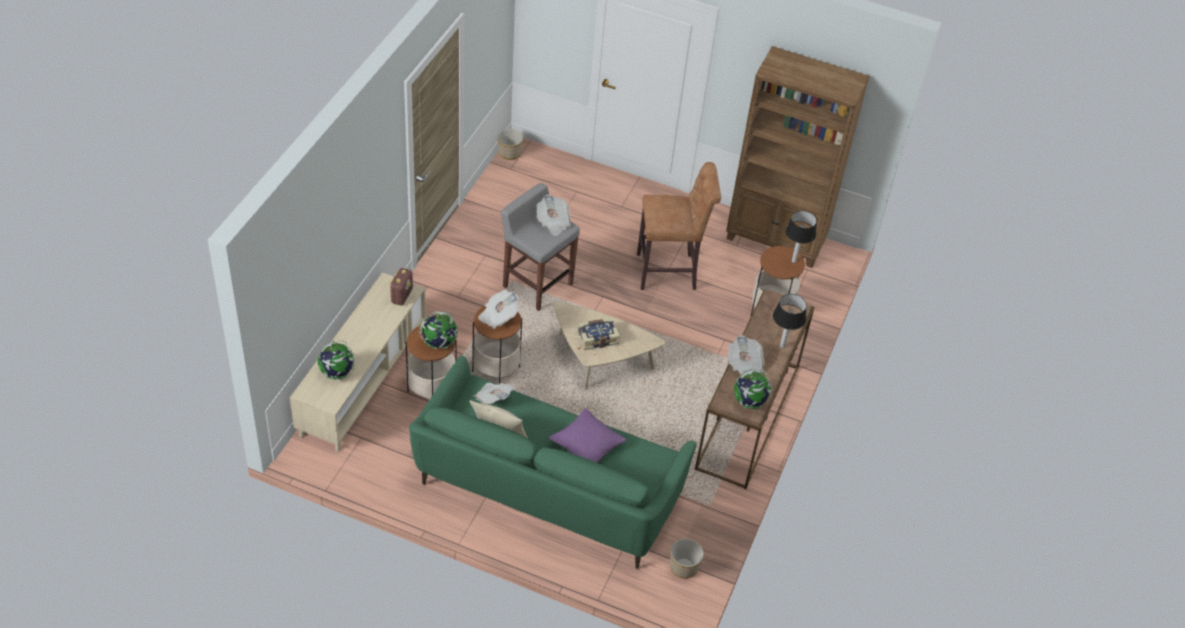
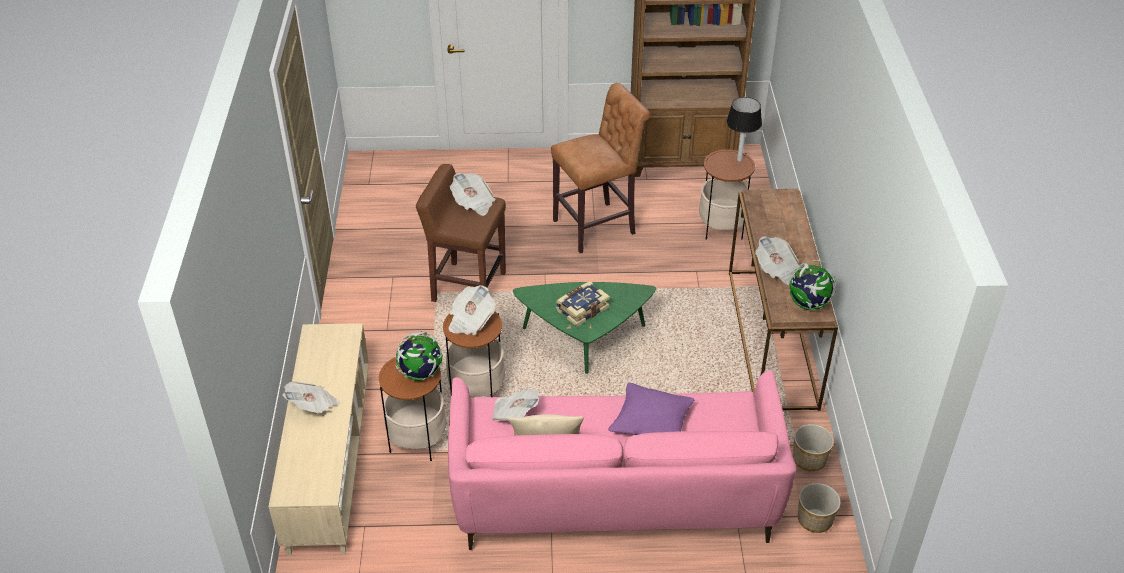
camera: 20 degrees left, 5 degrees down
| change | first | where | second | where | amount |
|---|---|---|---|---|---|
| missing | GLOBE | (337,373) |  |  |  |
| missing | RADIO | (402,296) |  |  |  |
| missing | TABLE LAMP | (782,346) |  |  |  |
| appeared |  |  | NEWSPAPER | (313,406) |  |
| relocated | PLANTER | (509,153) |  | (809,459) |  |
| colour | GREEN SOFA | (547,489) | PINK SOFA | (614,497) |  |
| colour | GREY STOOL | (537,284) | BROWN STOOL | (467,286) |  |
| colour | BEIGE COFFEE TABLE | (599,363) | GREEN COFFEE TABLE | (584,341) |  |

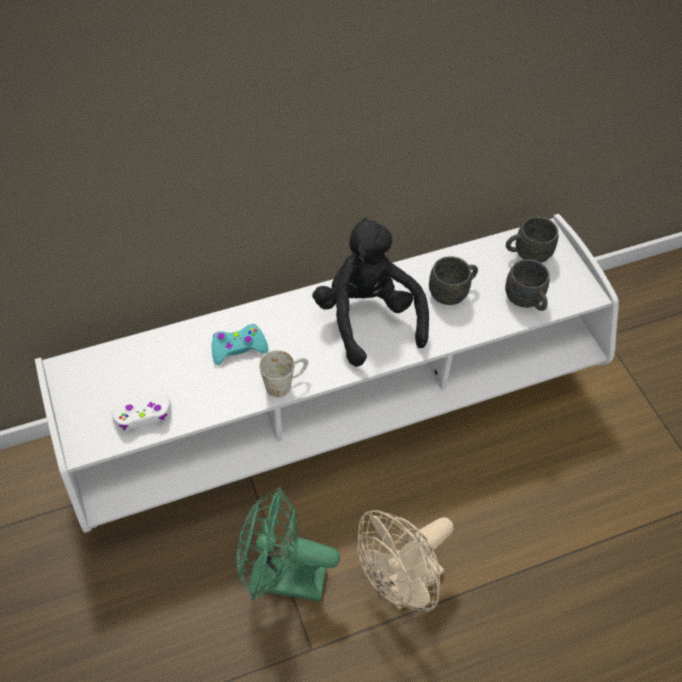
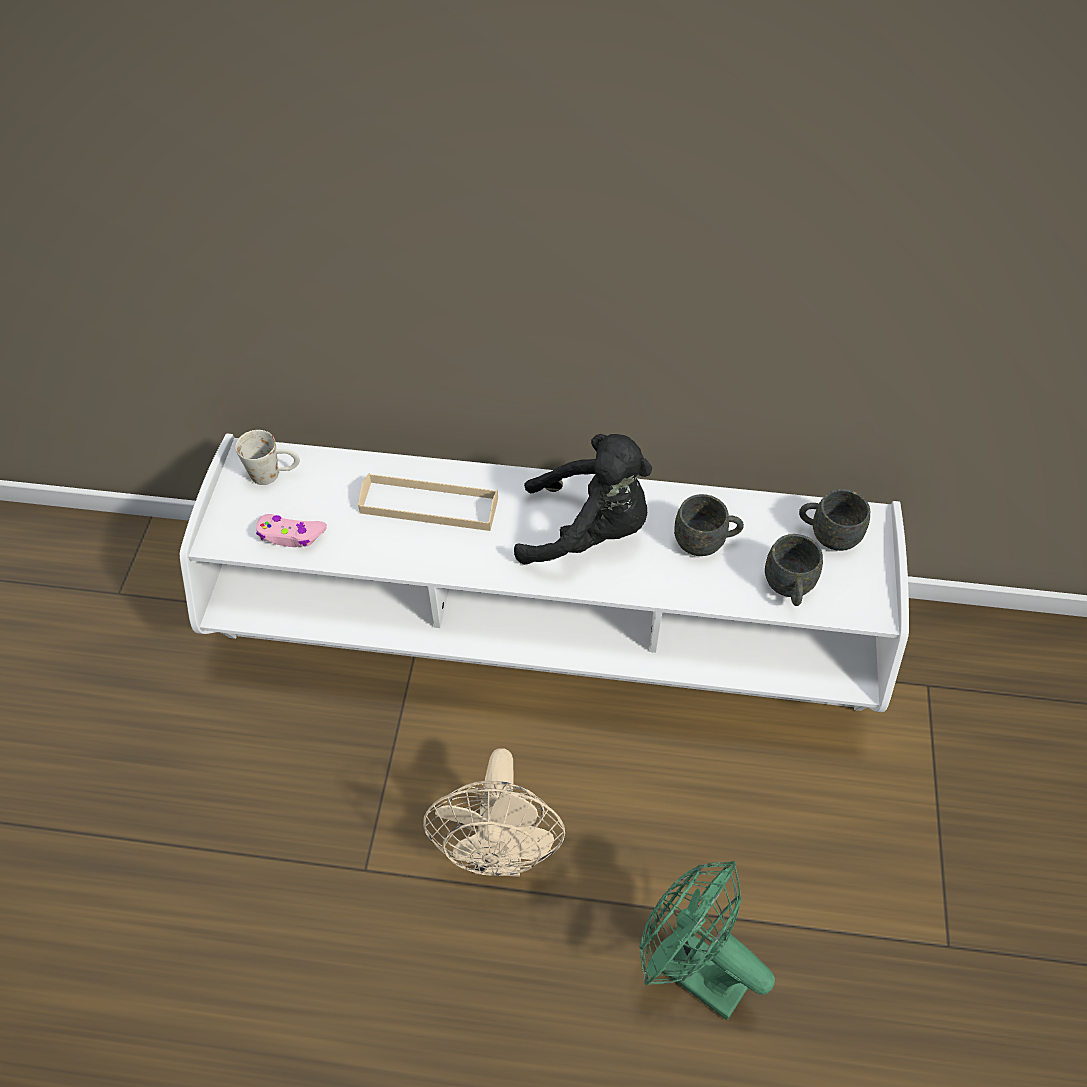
camera: 30 degrees right, 0 degrees up
| change | first | where | second | where | amount |
|---|---|---|---|---|---|
| relocated | GREEN FAN | (282,579) |  | (691,967) |  |
| relocated | WHITE MUG | (285,383) |  | (274,474) |  |
| exchanged | TURQUOISE GAME CONTROLLER | (238,348) | BEIGE TRAY | (429,505) |  |
| colour | WHITE GAME CONTROLLER | (143,416) | PINK GAME CONTROLLER | (291,535) |  |
| spun | BLACK PLUSH TOY | (368,318) |  | (588,531) | 90 degrees clockwise |
| spun | BEIGE FAN | (401,586) |  | (500,853) | 75 degrees counterclockwise |

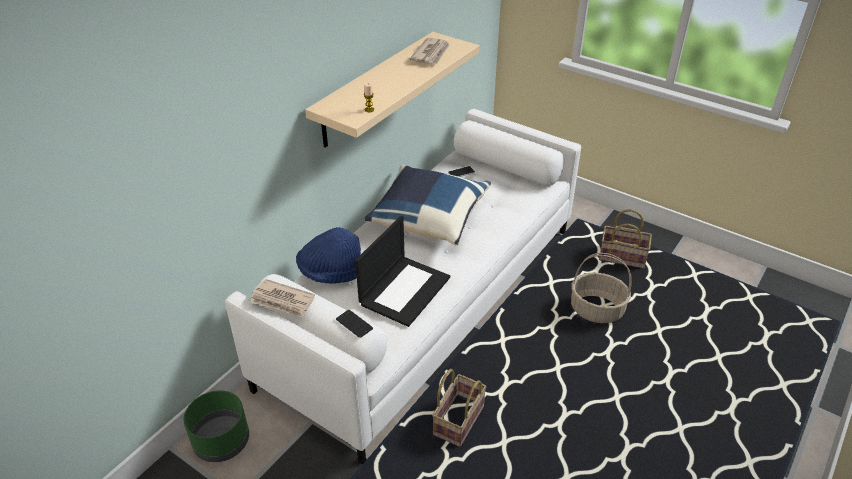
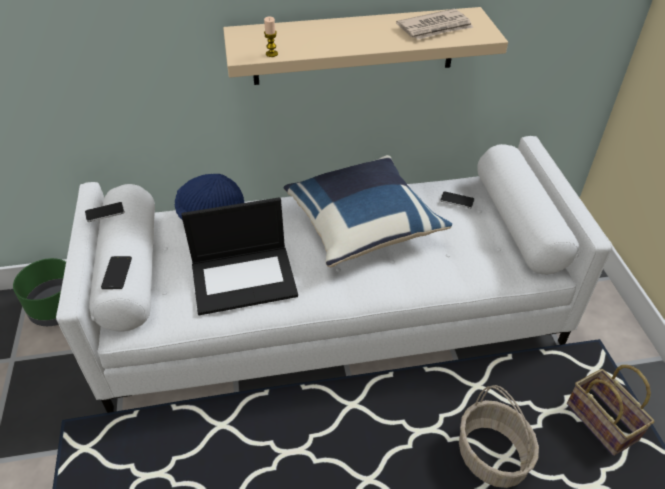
camera: 45 degrees right, 5 degrees up
| change | first | where | second | where | amount |
|---|---|---|---|---|---|
| missing | BASKET | (458,419) |  |  |  |
| exchanged | NEWSPAPER | (283,301) | PHONE | (105,212) |  |

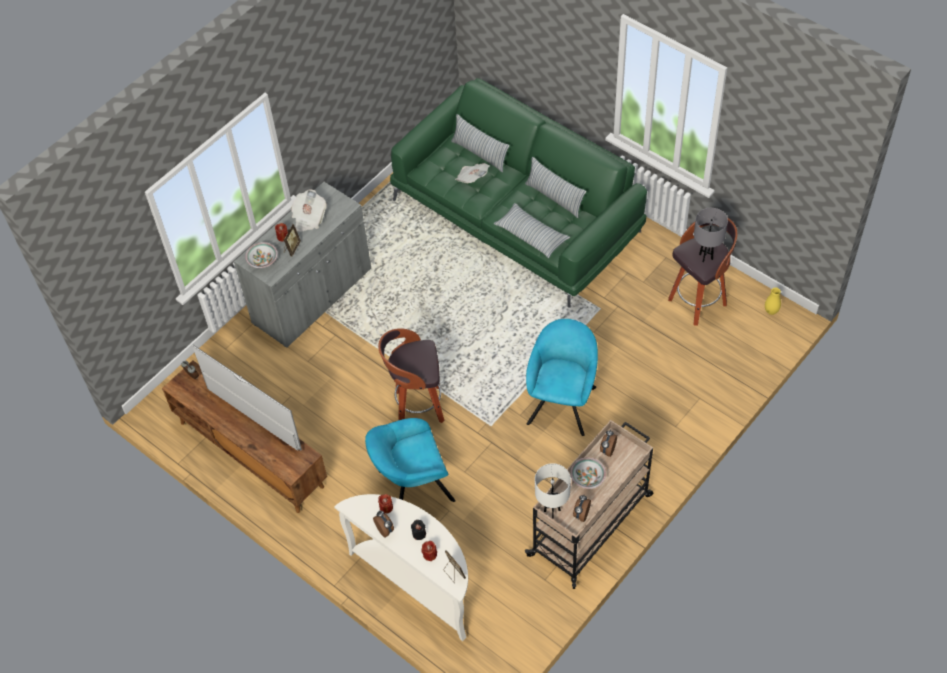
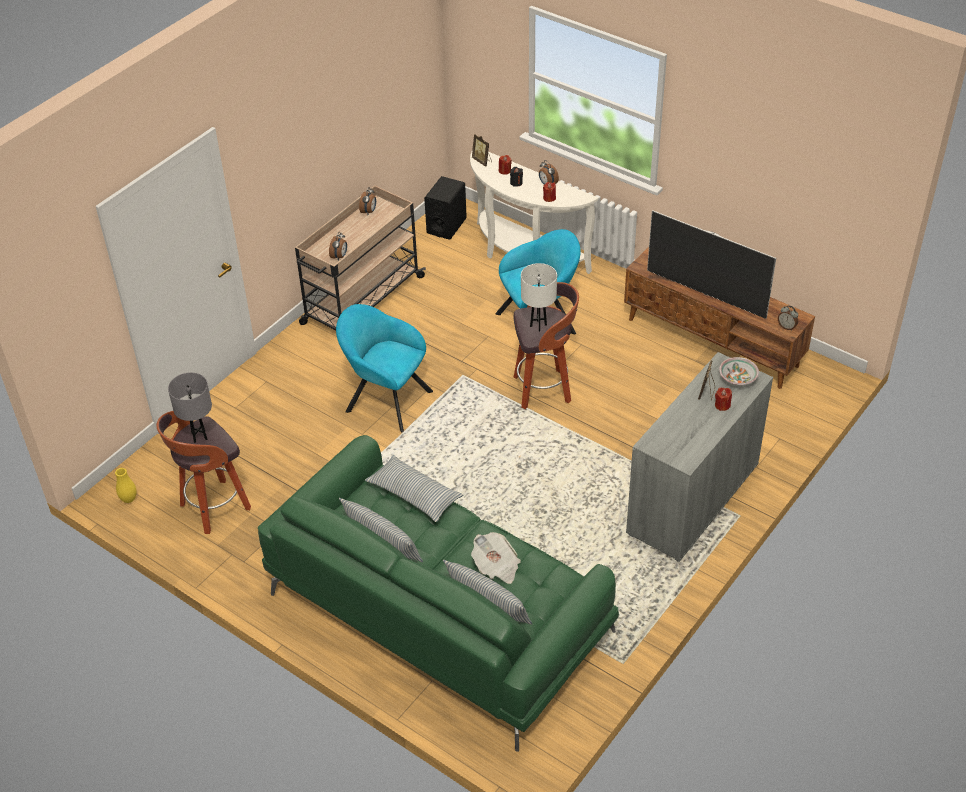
camera: 175 degrees right, 10 degrees down
| change | first | where | second | where | amount |
|---|---|---|---|---|---|
| missing | NEWSPAPER | (308,218) |  |  |  |
| missing | BOWL | (587,477) |  |  |  |
| appeared |  |  | BLACK SPEAKER | (446,226) |  |
| relocated | WHITE TABLE LAMP | (552,511) |  | (538,325) |  |
| spun | TURQUOISE ARMCHAIR | (562,401) |  | (385,399) | 105 degrees clockwise |

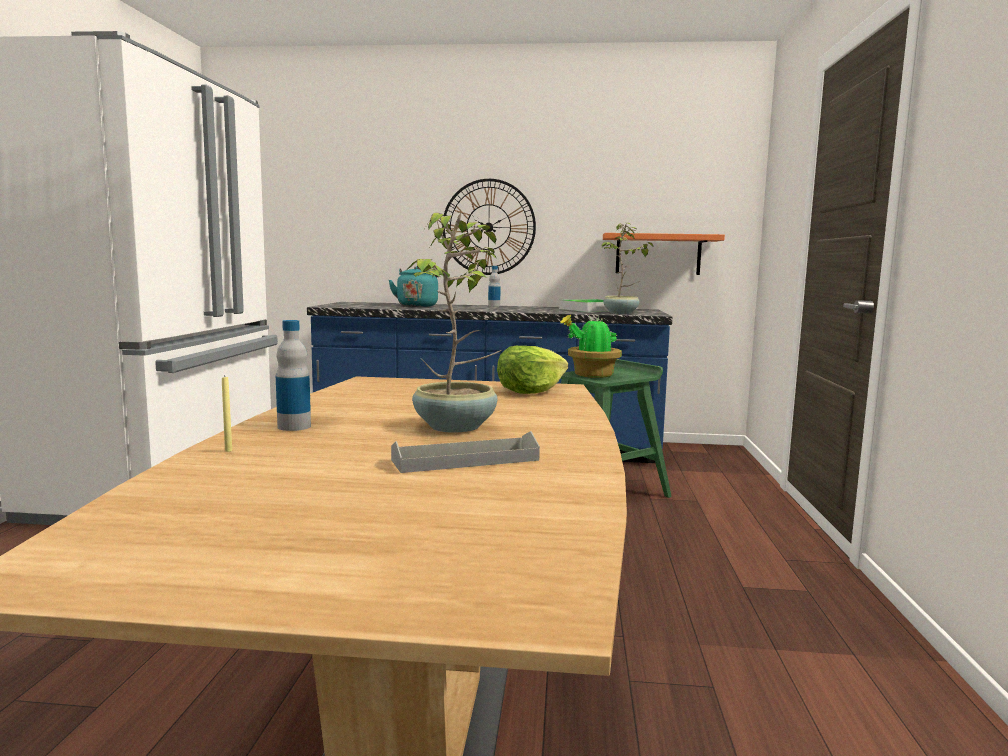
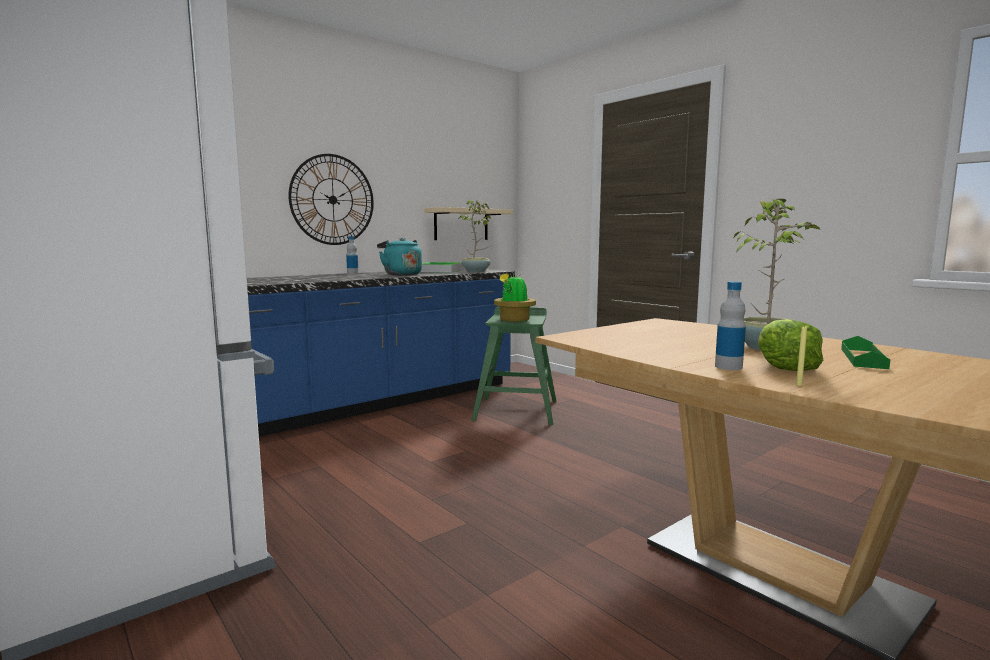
camera: 45 degrees left, 0 degrees up
| change | first | where | second | where | amount |
|---|---|---|---|---|---|
| relocated | TURQUOISE KETTLE | (417,306) |  | (401,274) |  |
| relocated | LETTUCE | (530,391) |  | (784,366) |  |
| colour | GREY TRAY | (465,460) | GREEN TRAY | (863,358) |  |
| colour | ORANGE SHELF | (658,254) | BEIGE SHELF | (461,224) |  |

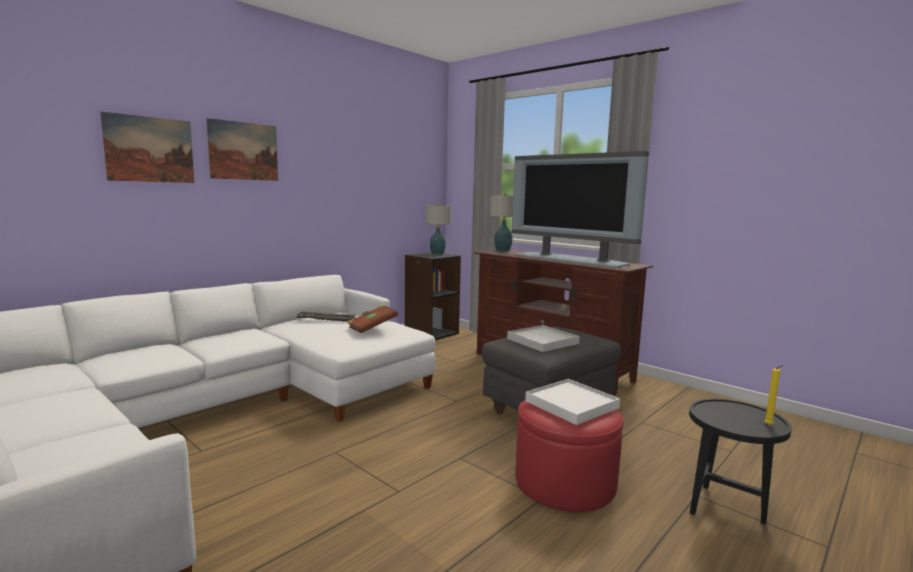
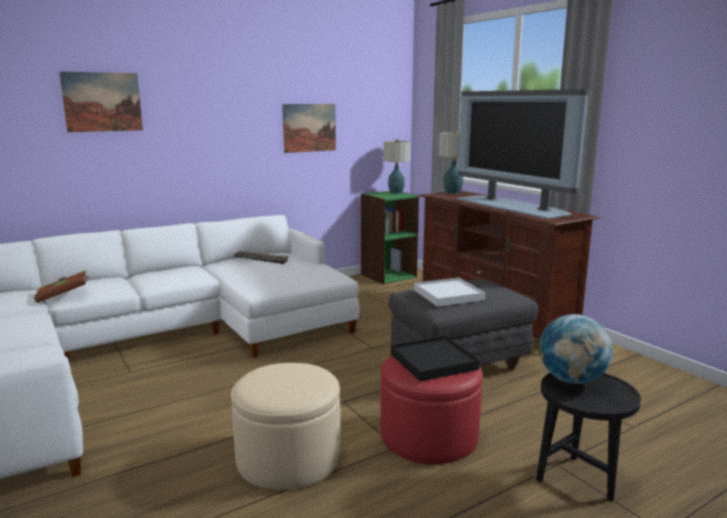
camera: 15 degrees right, 5 degrees up
| change | first | where | second | where | amount |
|---|---|---|---|---|---|
| missing | YELLOW CANDLE | (769,425) |  |  |  |
| appeared |  |  | BEIGE OTTOMAN | (288,458) |  |
| appeared |  |  | GLOBE | (571,380) |  |
| relocated | PICTURE | (243,151) |  | (309,128) |  |
| relocated | BROWN BOOK | (372,328) |  | (63,296) |  |
| colour | BLACK BOOKCASE | (431,333) | GREEN BOOKCASE | (388,275) |  |
| colour | WHITE TRAY | (571,404) | BLACK TRAY | (433,362) |  |

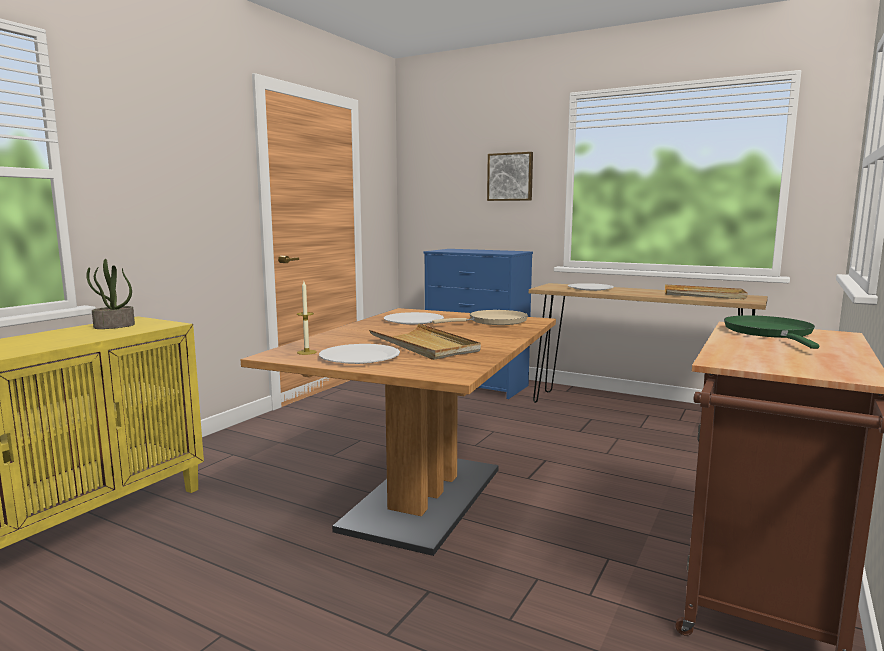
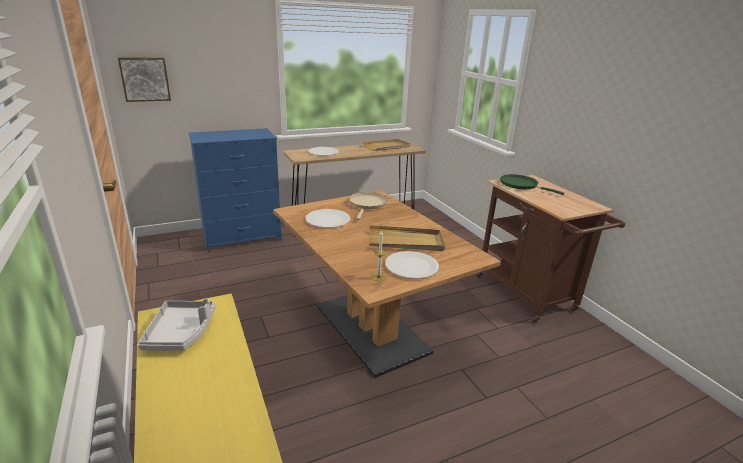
camera: 55 degrees left, 15 degrees up
| change | first | where | second | where | amount |
|---|---|---|---|---|---|
| relocated | PICTURE | (510,177) |  | (145,79) |  |
| exchanged | POTTED PLANT | (114,326) | GREY TRAY | (181,332) |  |

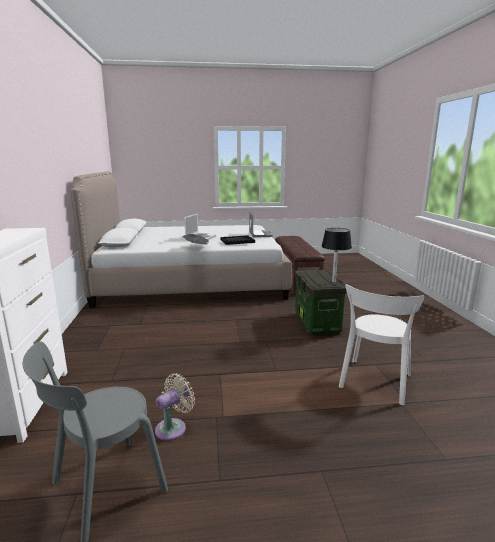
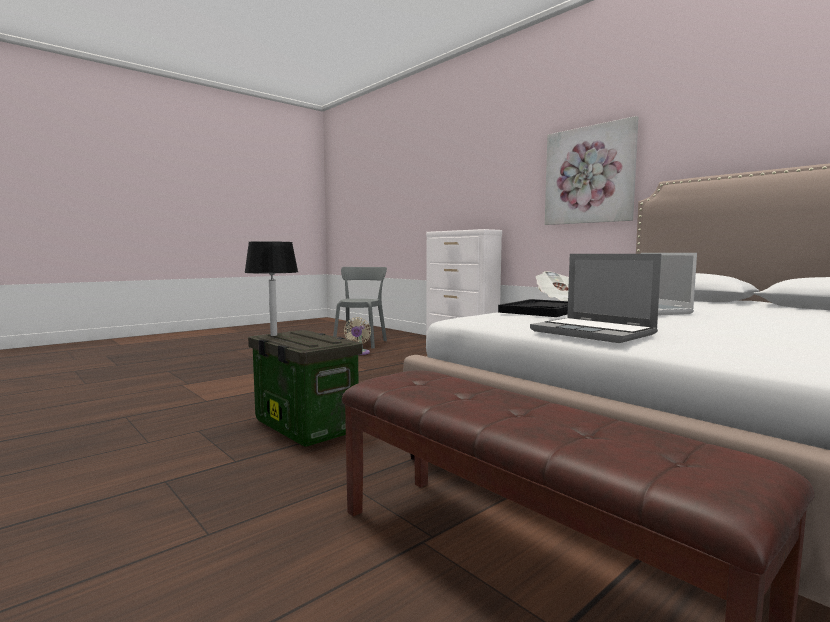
camera: 145 degrees right, 10 degrees down
| change | first | where | second | where | amount |
|---|---|---|---|---|---|
| missing | WHITE CHAIR | (374,382) |  |  |  |
| appeared |  |  | PICTURE | (589,175) |  |

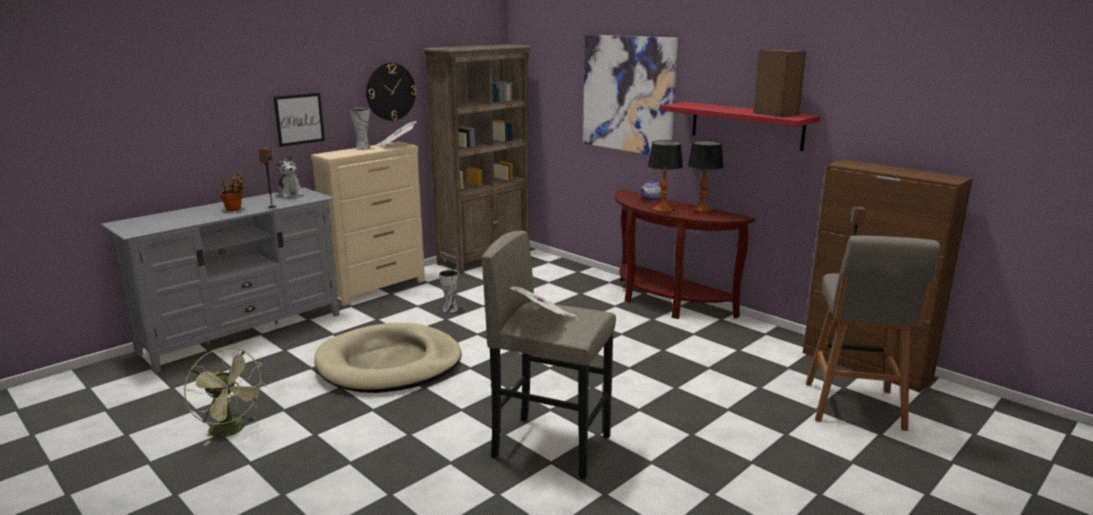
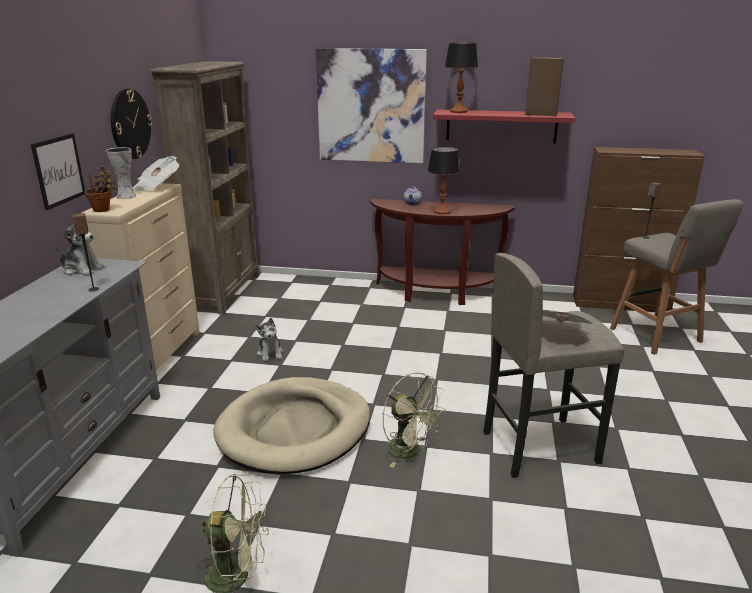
camera: 35 degrees left, 5 degrees up
| change | first | where | second | where | amount |
|---|---|---|---|---|---|
| appeared |  |  | GREEN FAN | (410,452) |  |
| relocated | POTTED PLANT | (235,209) |  | (103,209) |  |
| relocated | TABLE LAMP | (702,210) |  | (459,111) |  |
| exchanged | VASE | (451,309) | PLUSH TOY | (270,353) |  |

